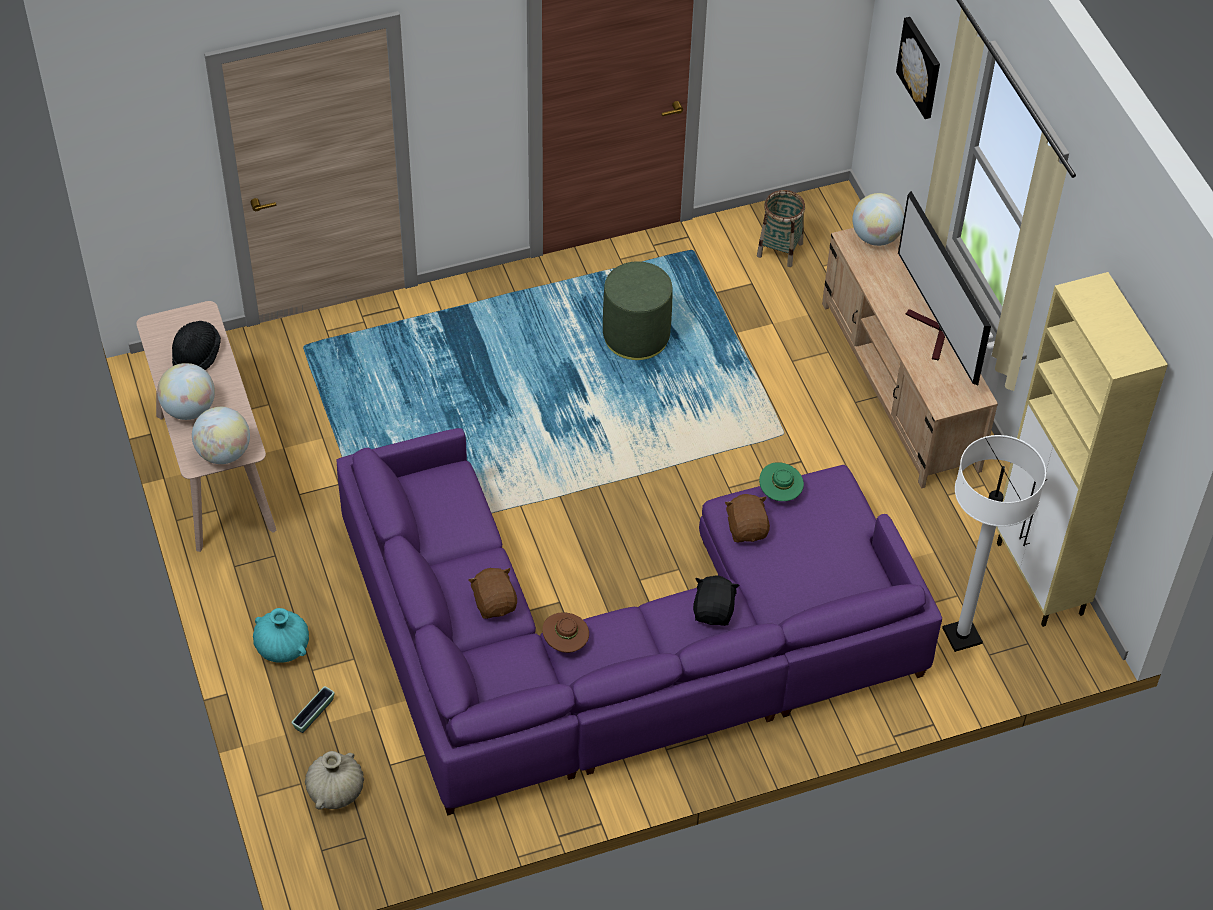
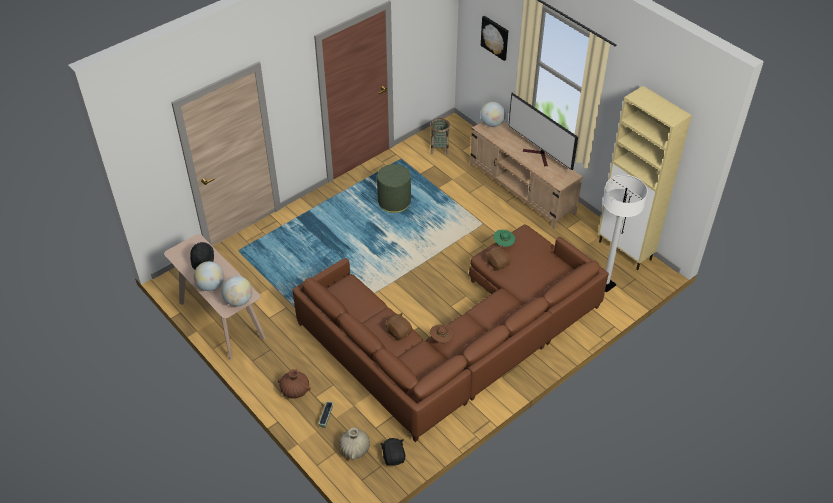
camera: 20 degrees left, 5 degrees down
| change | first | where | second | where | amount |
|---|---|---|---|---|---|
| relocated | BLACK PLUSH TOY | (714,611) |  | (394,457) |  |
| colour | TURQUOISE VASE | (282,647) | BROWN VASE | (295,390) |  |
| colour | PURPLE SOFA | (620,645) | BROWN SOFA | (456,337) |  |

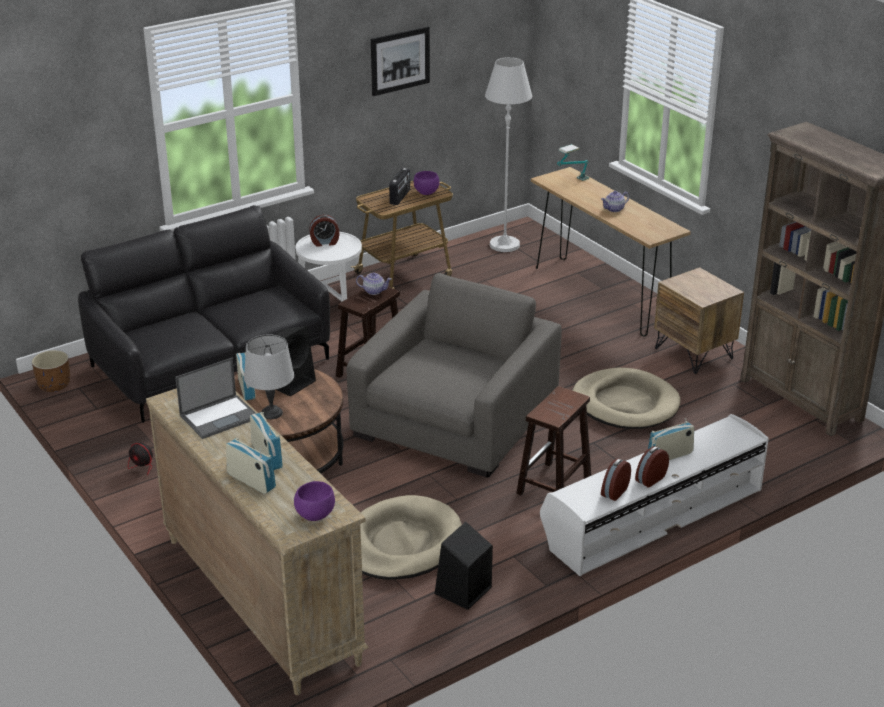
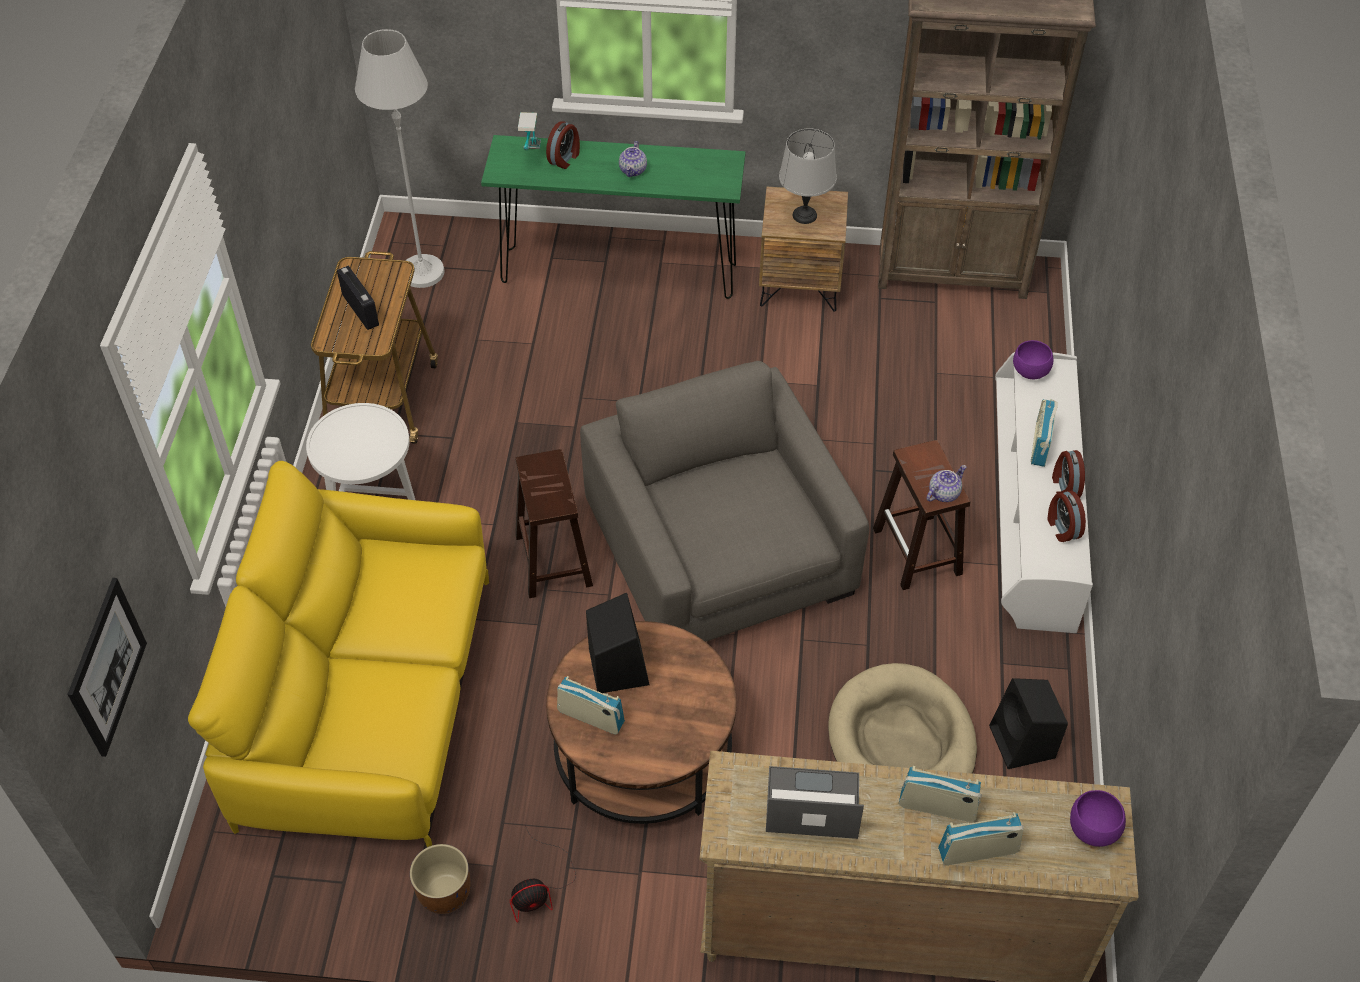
camera: 50 degrees left, 20 degrees up
| change | first | where | second | where | amount |
|---|---|---|---|---|---|
| missing | BEIGE DOG BED | (625,403) |  |  |  |
| relocated | BROWN PLANTER | (54,385) |  | (444,892) |  |
| relocated | GREY TABLE LAMP | (271,413) |  | (804,215) |  |
| relocated | ALARM CLOCK | (325,242) |  | (565,158) |  |
| relocated | TEAPOT | (374,291) |  | (944,493) |  |
| relocated | PICTURE | (400,60) |  | (107,667) |  |
| relocated | PURPLE BOWL | (426,193) |  | (1030,373) |  |
| colour | BLACK SOFA | (211,363) | YELLOW SOFA | (368,701) |  |
| colour | BROWN CONSOLE TABLE | (601,296) | GREEN CONSOLE TABLE | (618,273) |  |
| spun | LAPTOP | (220,416) |  | (811,803) | 90 degrees counterclockwise |

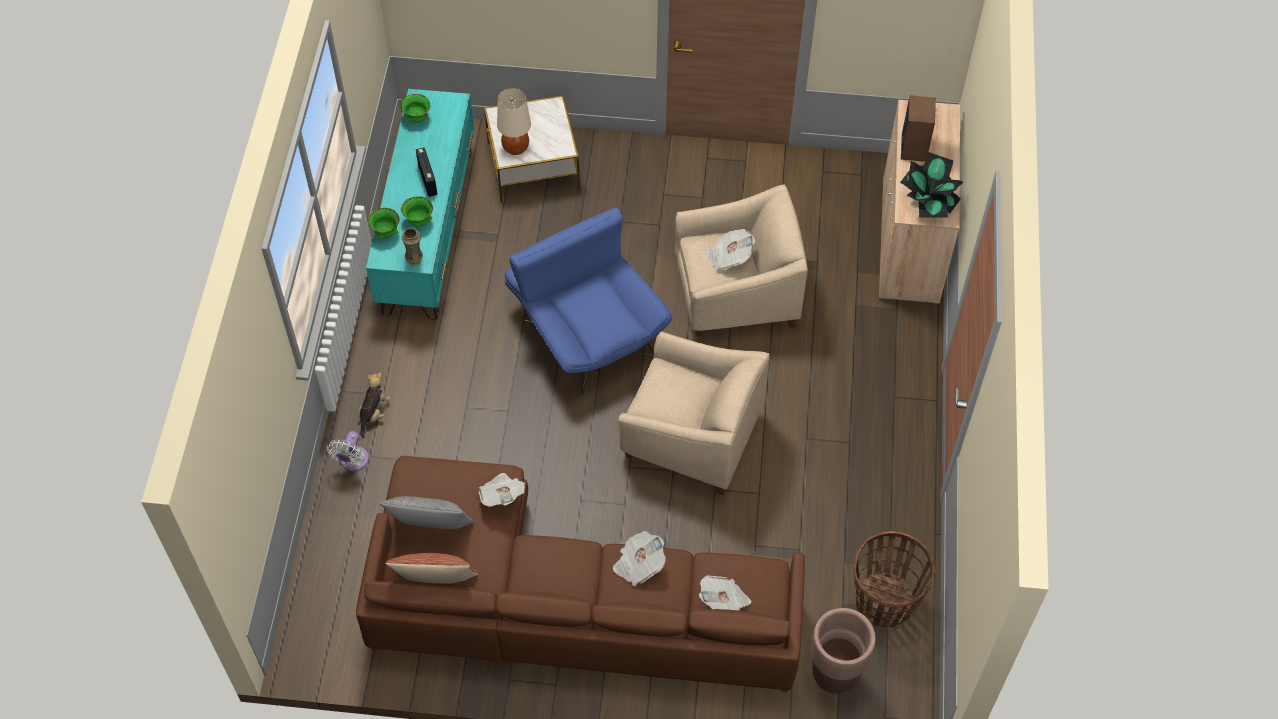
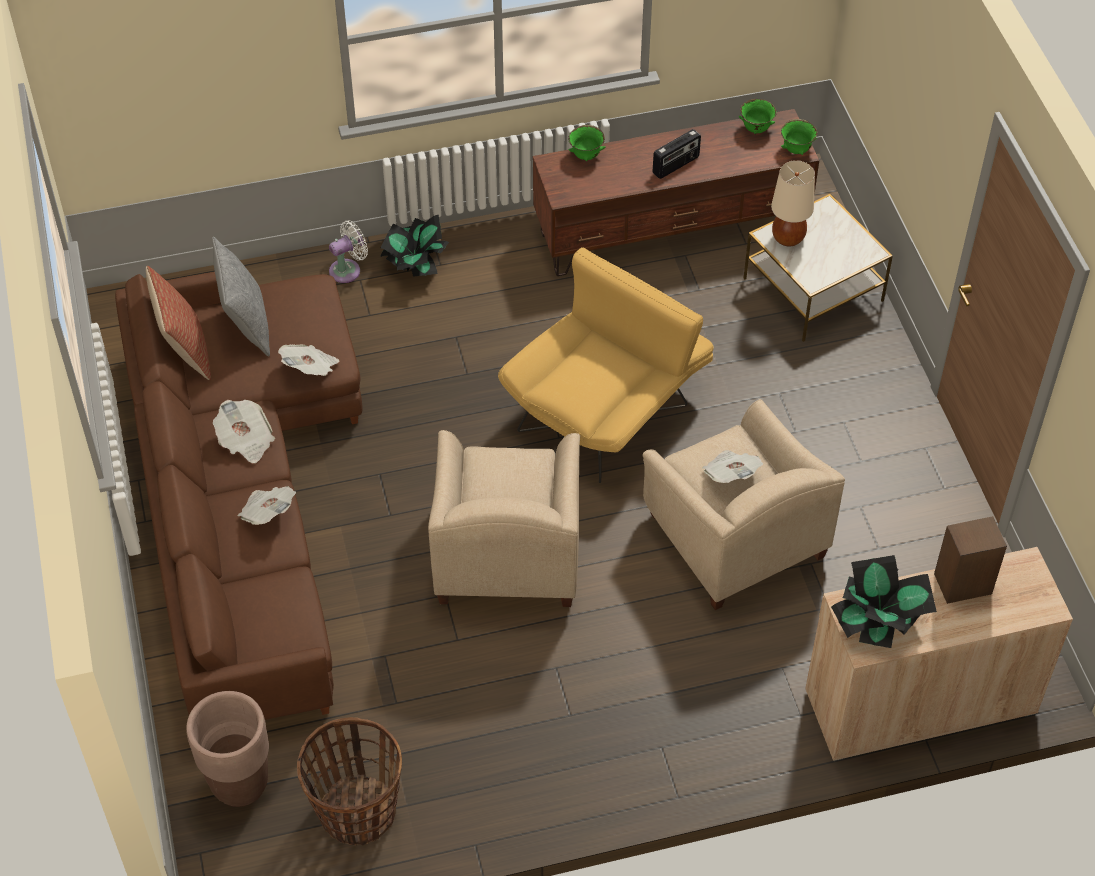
camera: 70 degrees right, 5 degrees down
| change | first | where | second | where | amount |
|---|---|---|---|---|---|
| missing | VASE | (415,259) |  |  |  |
| relocated | GREEN BOWL | (419,221) |  | (797,150) |  |
| relocated | NEWSPAPER | (724,602) |  | (246,441) |  |
| exchanged | PLUSH TOY | (374,412) | POTTED PLANT | (414,265) |  |
| colour | TURQUOISE TV STAND | (428,229) | BROWN TV STAND | (672,230) |  |
| colour | BLUE ARMCHAIR | (585,329) | YELLOW ARMCHAIR | (608,407) |  |
| spun | WHITE FAN | (353,462) |  | (348,270) | 150 degrees clockwise |

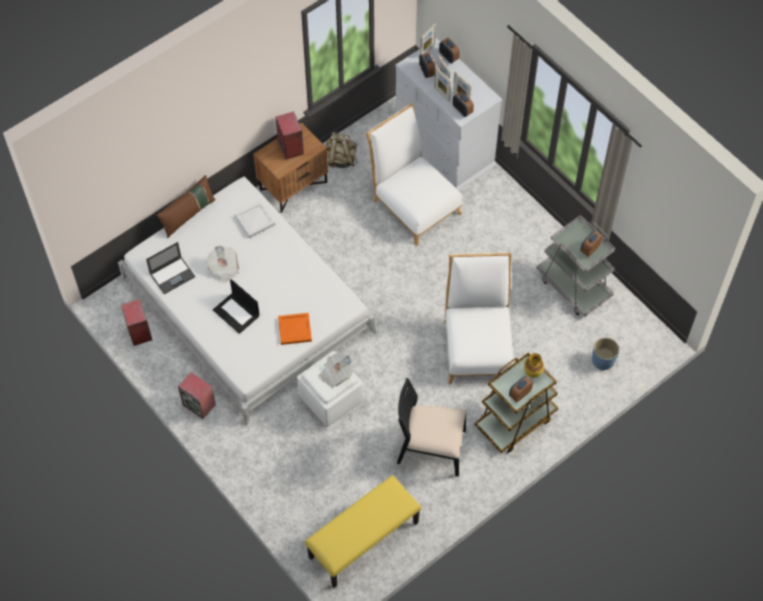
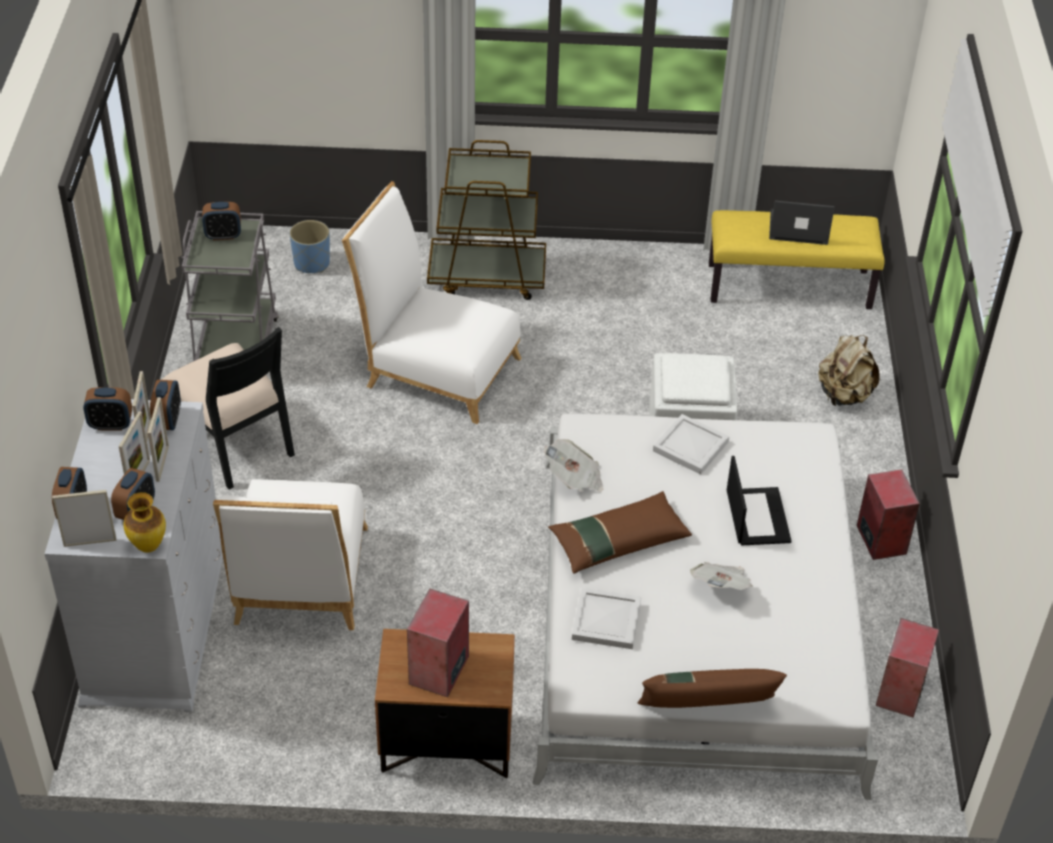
camera: 140 degrees left, 15 degrees down
| change | first | where | second | where | amount |
|---|---|---|---|---|---|
| appeared |  |  | BROWN PILLOW | (618,540) |  |
| relocated | LAPTOP | (172,275) |  | (797,227) |  |
| relocated | NEWSPAPER | (335,374) |  | (574,478) |  |
| relocated | BEIGE BACKPACK | (341,159) |  | (843,395) |  |
| relocated | BLACK CHAIR | (430,447) |  | (233,442) |  |
| relocated | ALARM CLOCK | (519,394) |  | (111,424) |  |
| relocated | VASE | (532,374) |  | (149,546) |  |
| colour | ORANGE TRAY | (295,329) | WHITE TRAY | (689,446) |  |
| spun | WHITE CHAIR | (477,344) |  | (435,368) | 75 degrees clockwise |

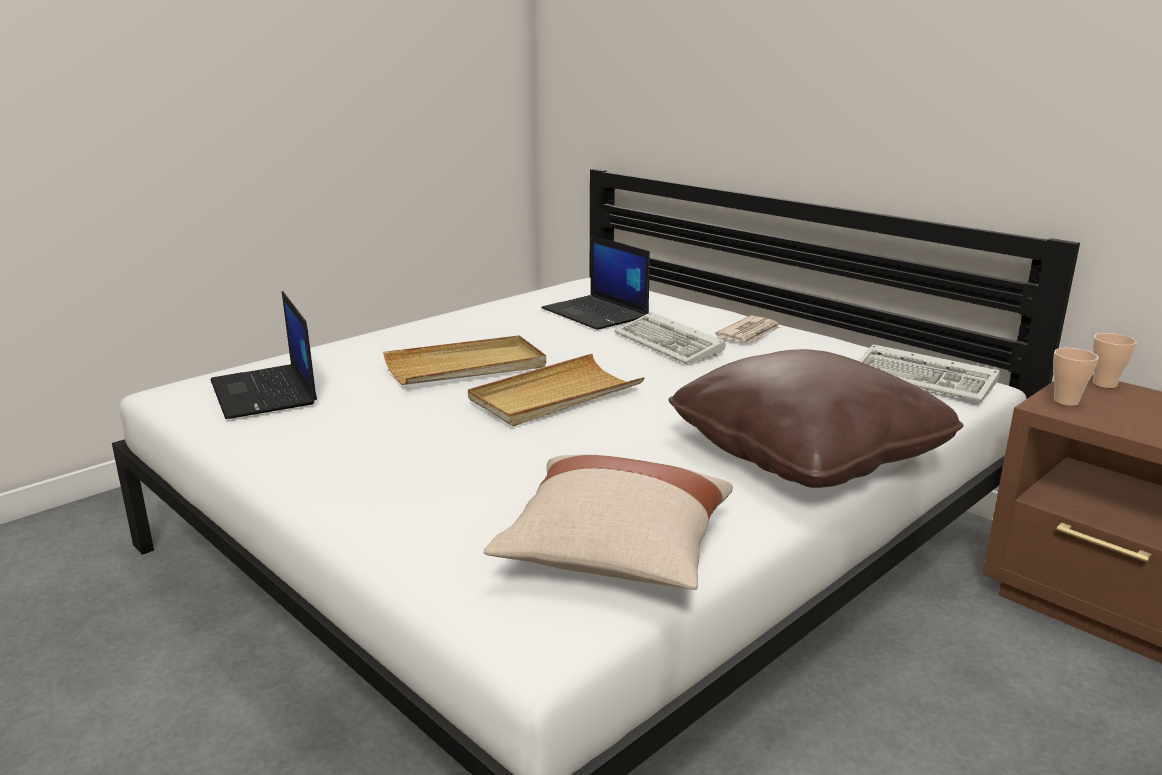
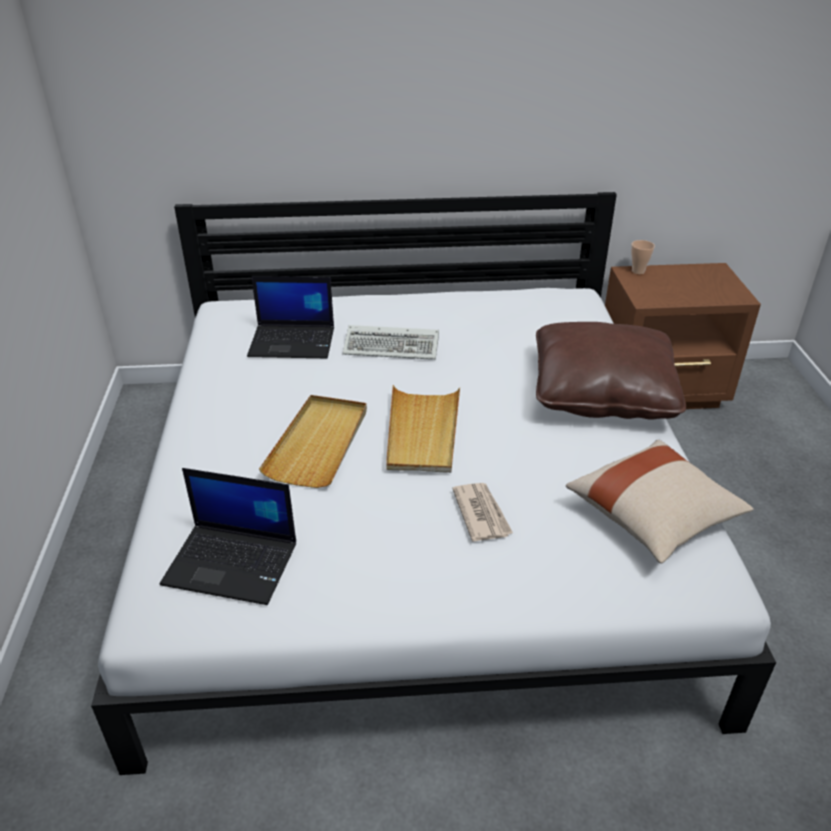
camera: 50 degrees left, 15 degrees up
| change | first | where | second | where | amount |
|---|---|---|---|---|---|
| missing | KEYBOARD | (926,379) |  |  |  |
| missing | CUP | (1066,401) |  |  |  |
| relocated | NEWSPAPER | (750,333) |  | (481,513) |  |

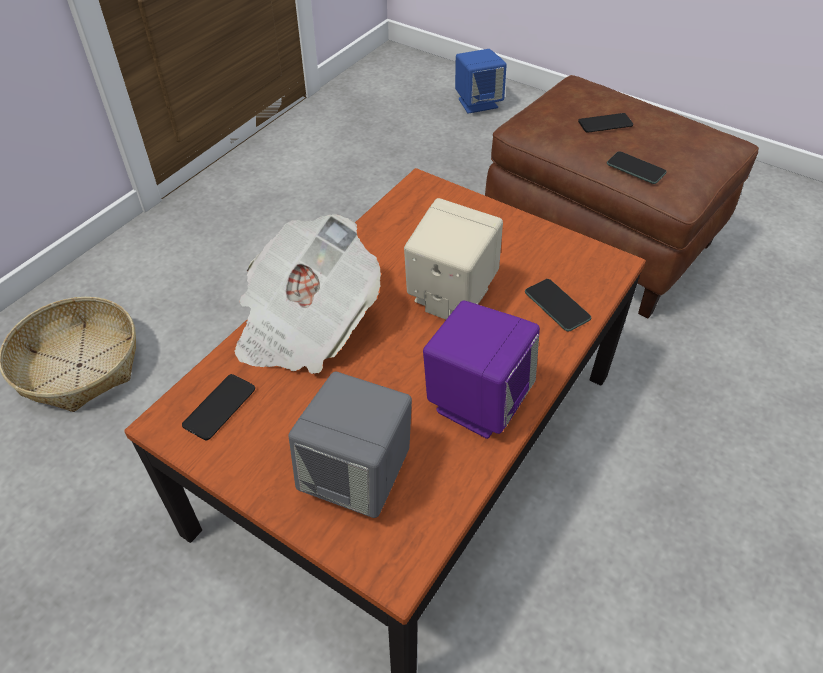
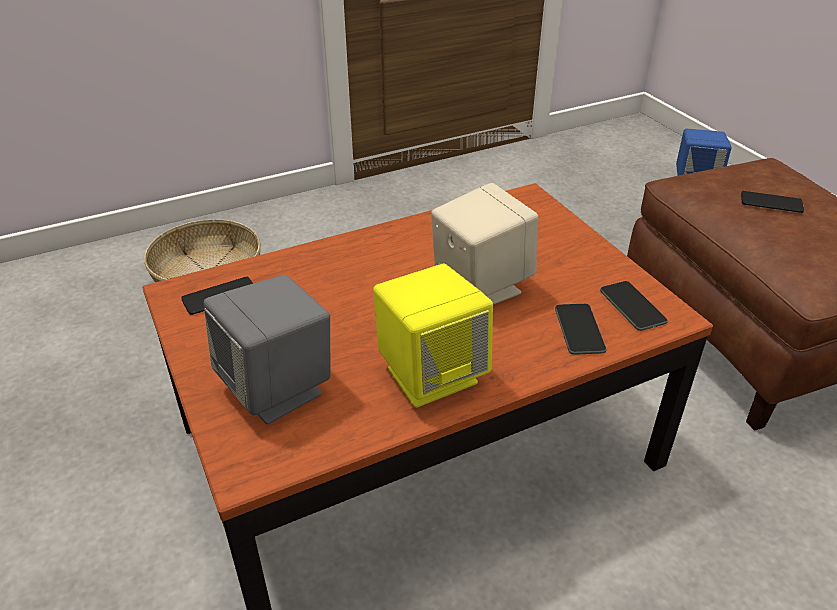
camera: 30 degrees right, 10 degrees down
| change | first | where | second | where | amount |
|---|---|---|---|---|---|
| missing | NEWSPAPER | (305,324) |  |  |  |
| relocated | PHONE | (636,168) |  | (632,306) |  |
| colour | PURPLE SPEAKER | (476,401) | YELLOW SPEAKER | (431,375) |  |

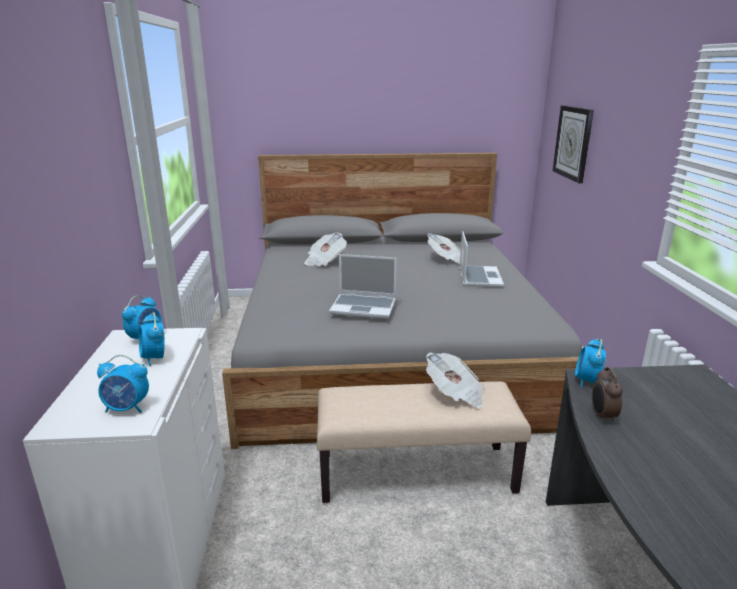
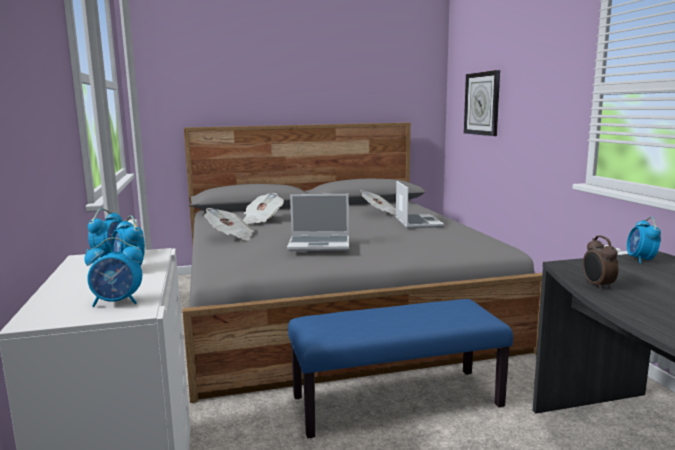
camera: 10 degrees left, 10 degrees down
| change | first | where | second | where | amount |
|---|---|---|---|---|---|
| relocated | NEWSPAPER | (455,394) |  | (230,237) |  |
| relocated | ALARM CLOCK | (587,381) |  | (640,260) |  |
| colour | BEIGE BENCH | (417,472) | BLUE BENCH | (397,401) |  |

